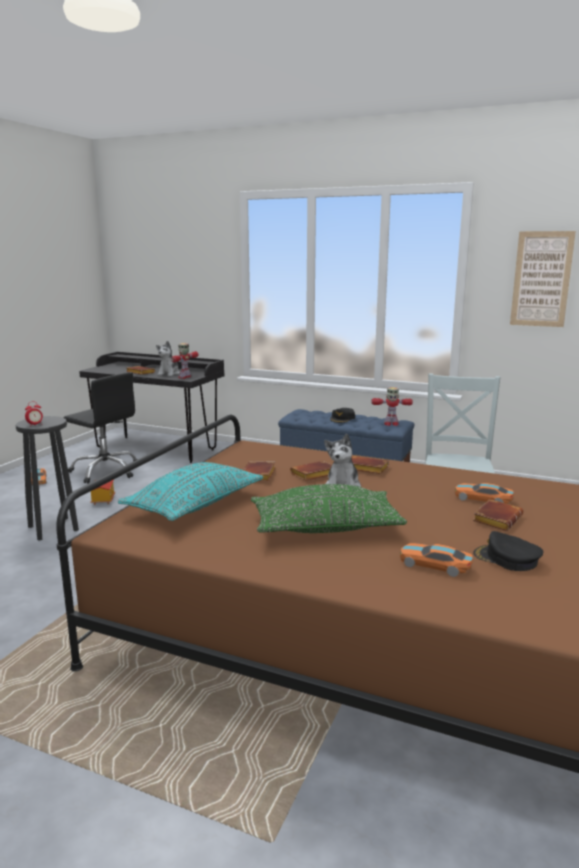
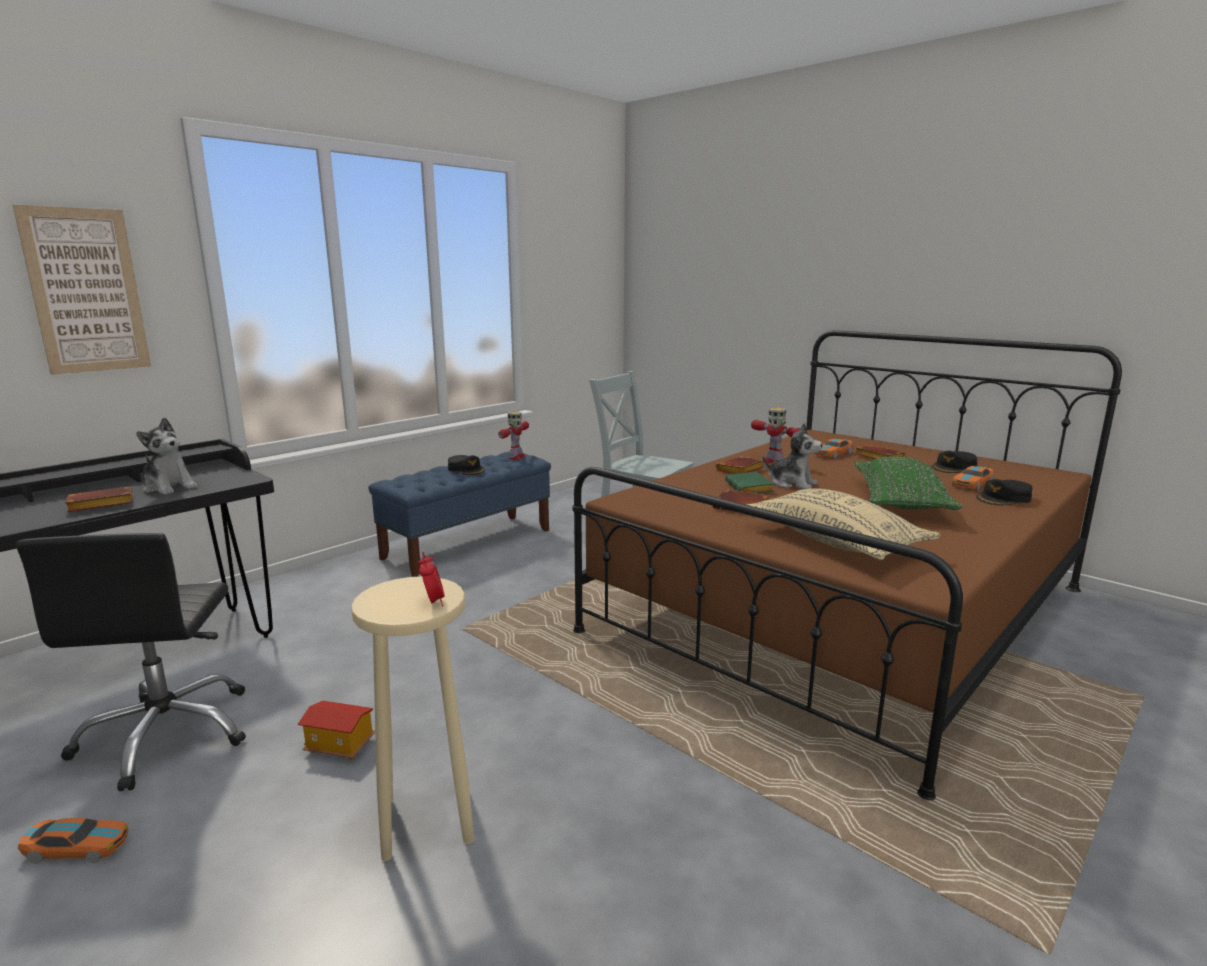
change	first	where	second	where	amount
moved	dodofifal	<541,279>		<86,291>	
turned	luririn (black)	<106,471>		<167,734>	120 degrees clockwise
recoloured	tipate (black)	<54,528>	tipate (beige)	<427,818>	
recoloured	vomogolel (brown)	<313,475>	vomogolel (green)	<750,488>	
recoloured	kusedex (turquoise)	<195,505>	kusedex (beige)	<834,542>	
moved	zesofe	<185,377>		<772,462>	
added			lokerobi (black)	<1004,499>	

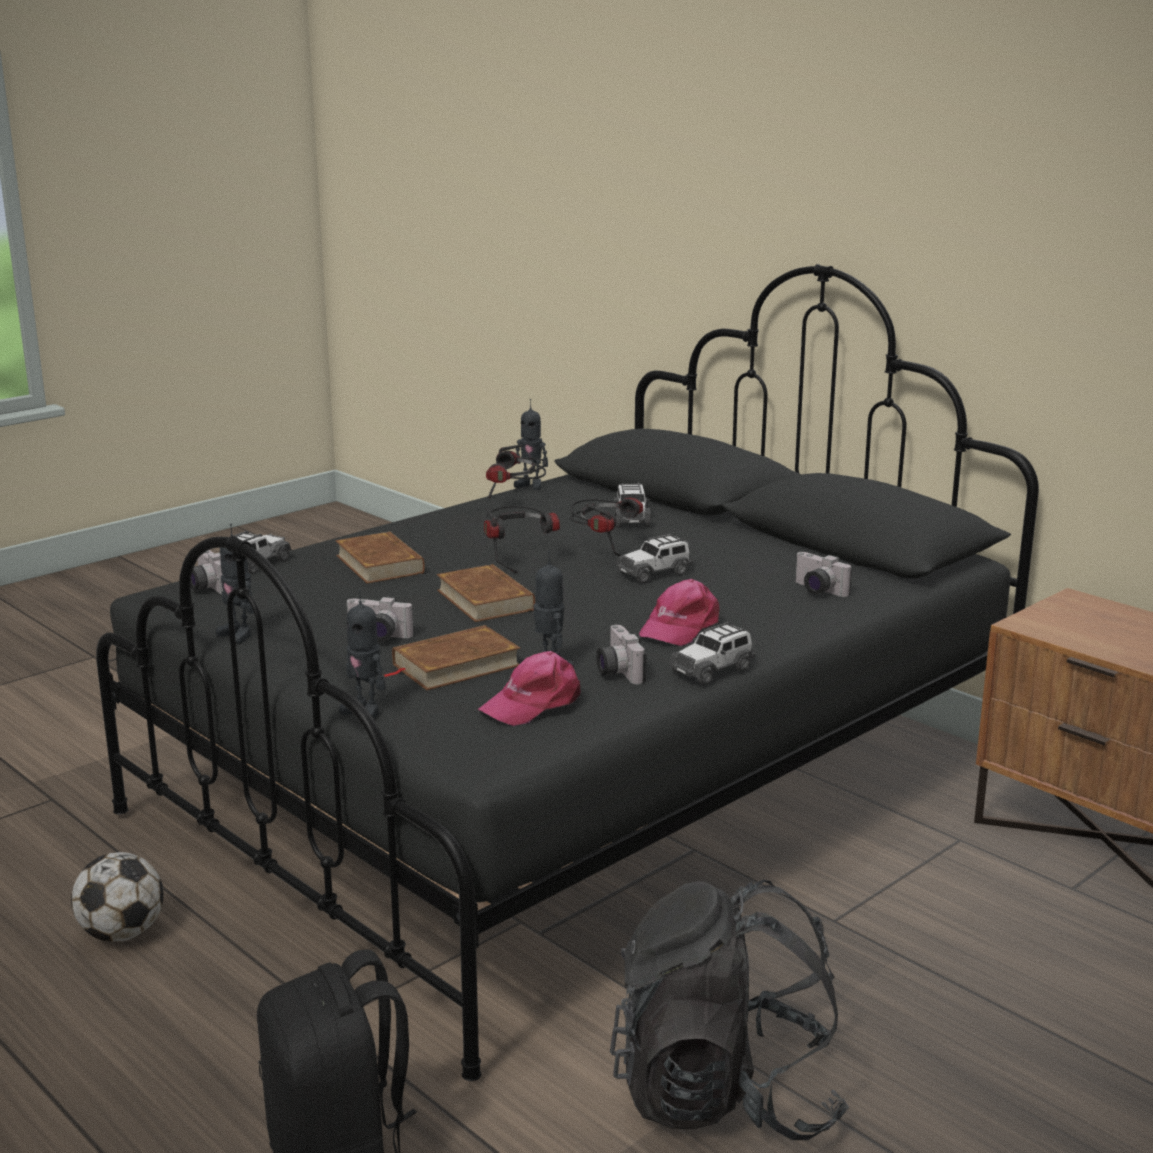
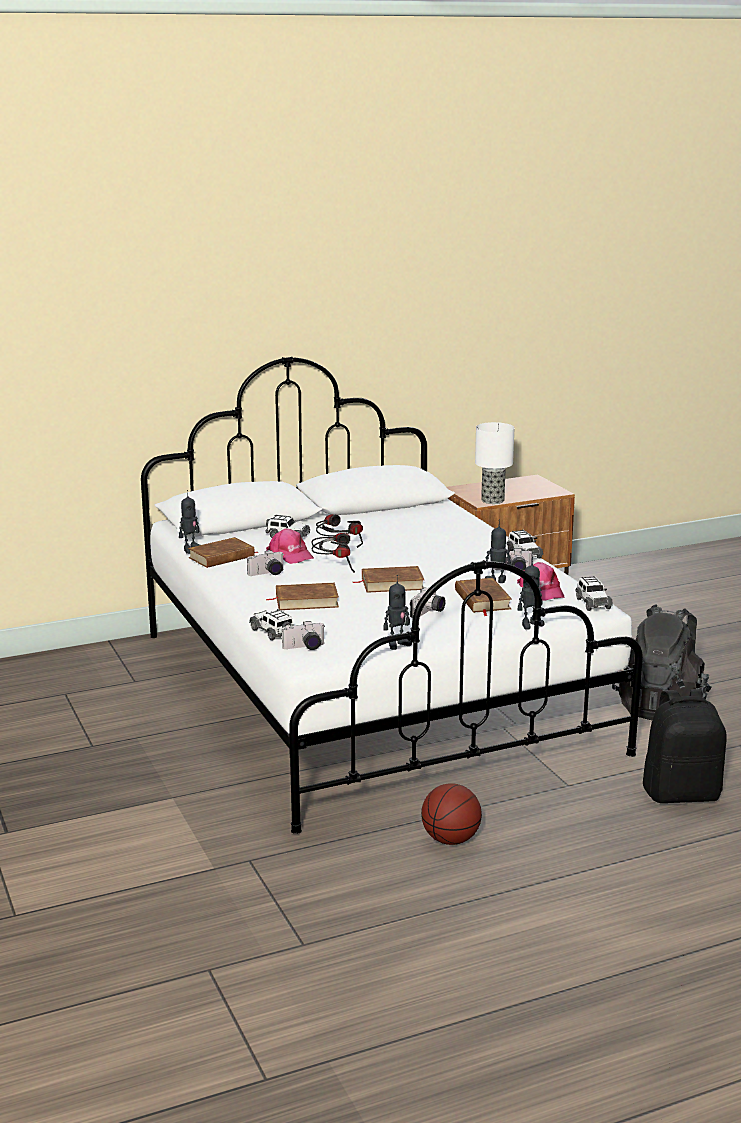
change	first	where	second	where	amount
recoloured	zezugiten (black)	<577,789>	zezugiten (white)	<371,691>	
replaced	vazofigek	<515,502>	vomogolel (brown)	<222,557>	
moved	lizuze	<816,590>		<267,574>	
moved	lokerobi (pink)	<680,627>		<290,555>	
replaced	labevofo	<122,934>	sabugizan	<450,840>	
added			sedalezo	<493,500>	
moved	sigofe	<654,573>		<592,603>	

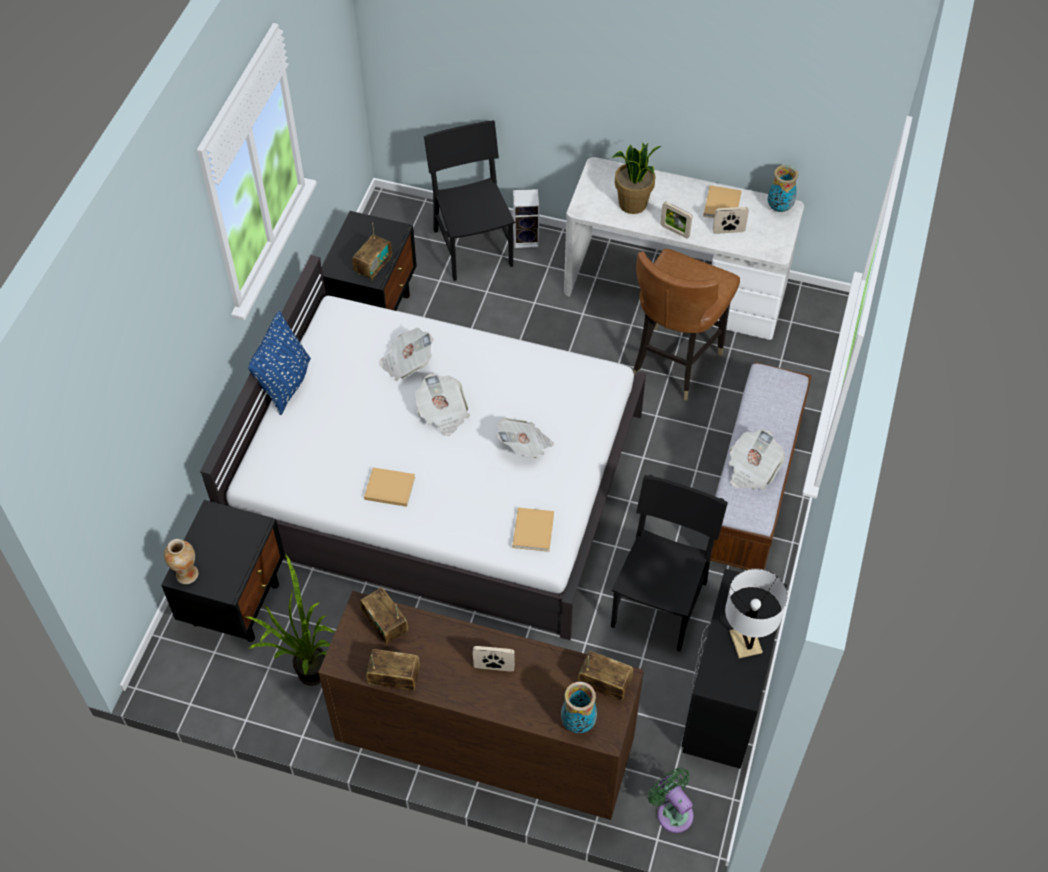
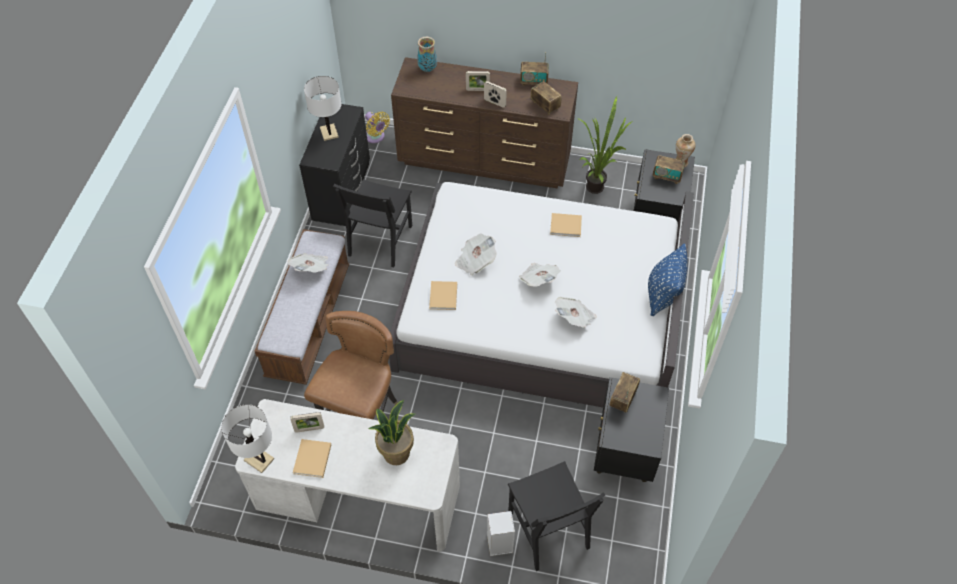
change	first	where	second	where	amount
replaced	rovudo	<779,208>	sedalezo (white)	<259,459>	
recoloured	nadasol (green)	<672,811>	nadasol (yellow)	<376,137>	
moved	vomogolel (beige)	<533,529>		<443,297>	
moved	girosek	<674,231>		<495,103>	
moved	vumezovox	<604,684>		<667,176>	

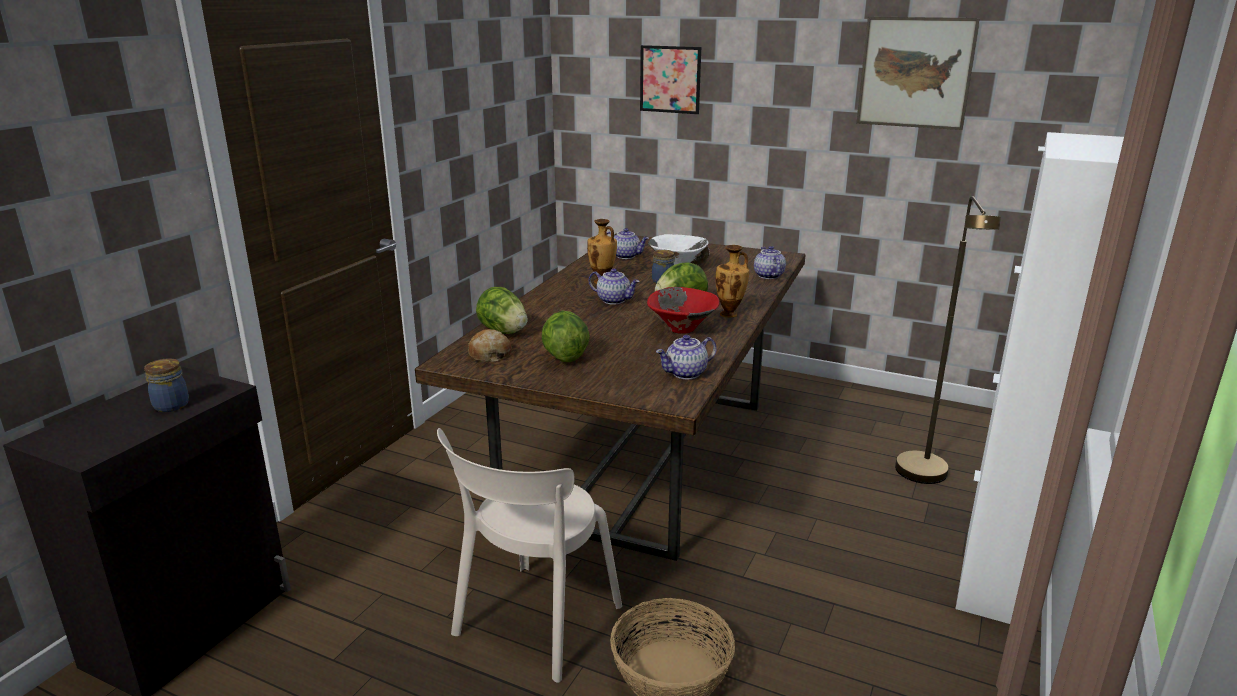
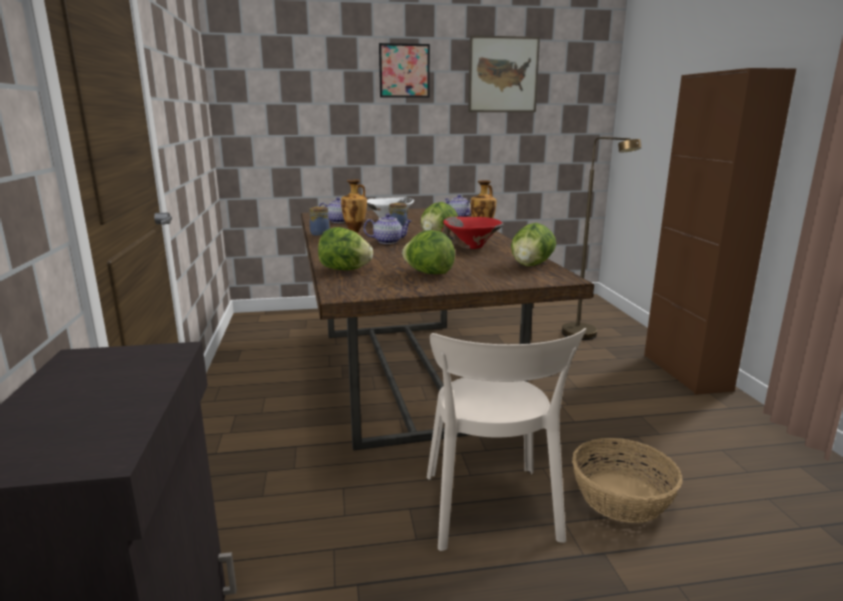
change	first	where	second	where	amount
moved	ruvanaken	<172,404>		<319,234>	
moved	dodofifal	<670,79>		<404,71>	
replaced	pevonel	<686,374>	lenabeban	<531,265>	
recoloured	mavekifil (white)	<994,576>	mavekifil (brown)	<686,372>	
removed	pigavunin	<489,354>			

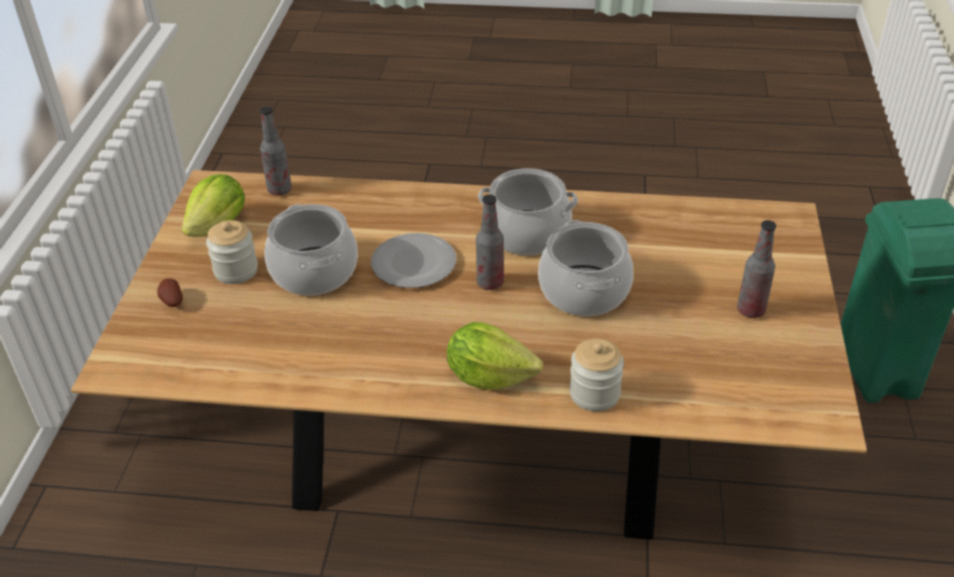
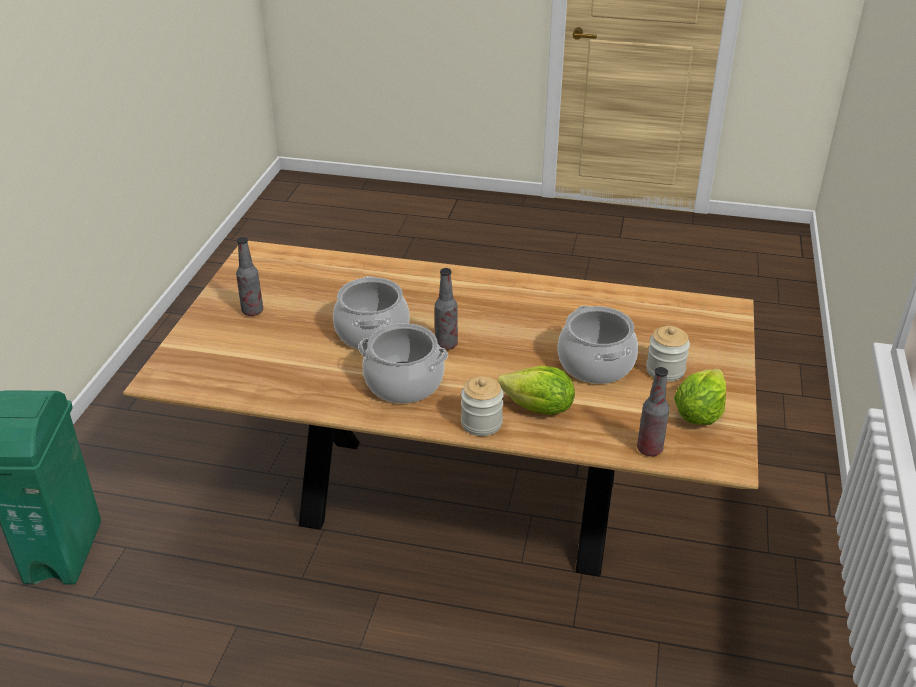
change	first	where	second	where	amount
moved	ruvanaken	<594,394>		<481,423>	
moved	lenabeban	<489,376>		<538,409>	
removed	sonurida	<172,301>			
removed	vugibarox	<412,264>			

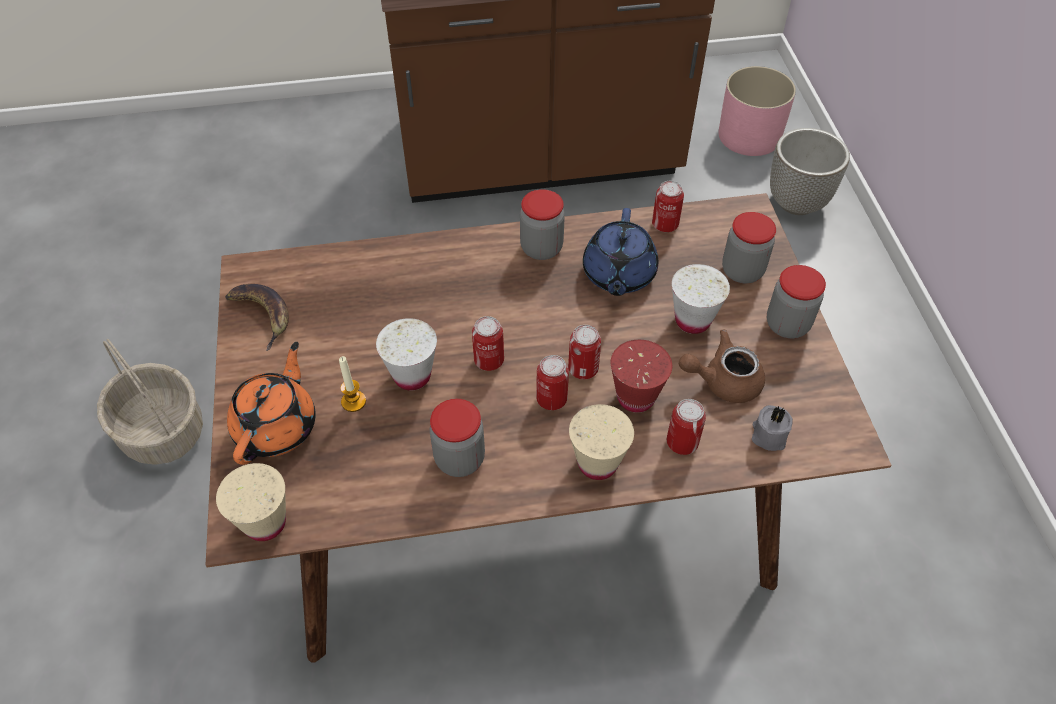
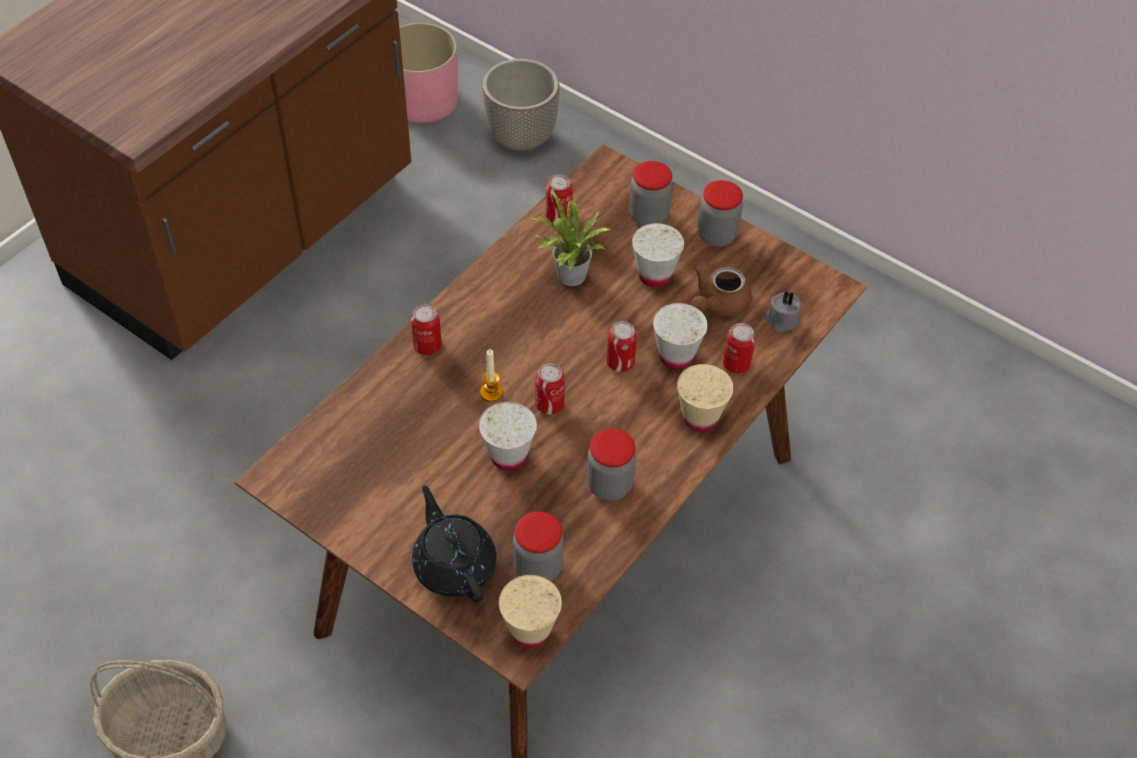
change	first	where	second	where	amount
moved	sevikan	<551,399>		<427,346>	
recoloured	pevonel (orange)	<277,426>	pevonel (black)	<454,565>	
moved	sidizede	<353,401>		<491,392>	
moved	ruvanaken	<541,248>		<538,568>	
replaced	pevonel (blue)	<618,274>	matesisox	<568,277>	
recoloured	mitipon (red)	<635,397>	mitipon (white)	<676,356>	
removed	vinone	<262,315>			

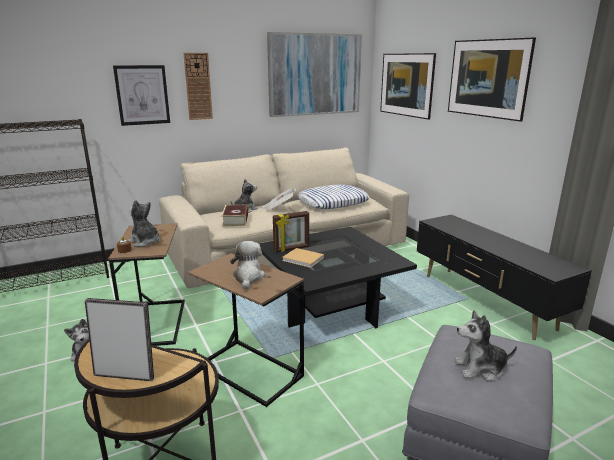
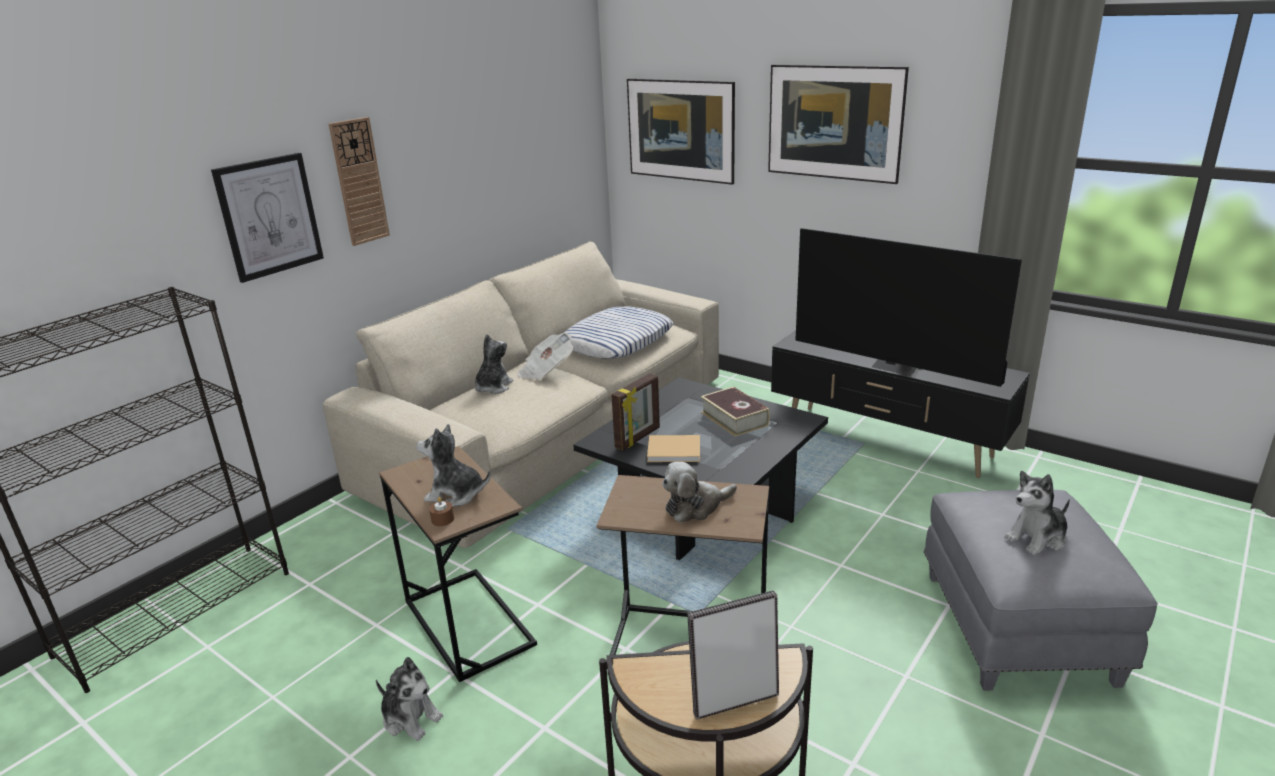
change	first	where	second	where	amount
turned	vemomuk	<248,277>		<696,507>	90 degrees counterclockwise
moved	vomogolel	<235,220>		<734,419>	
added			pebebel	<896,366>	
removed	dodofifal	<314,74>			

